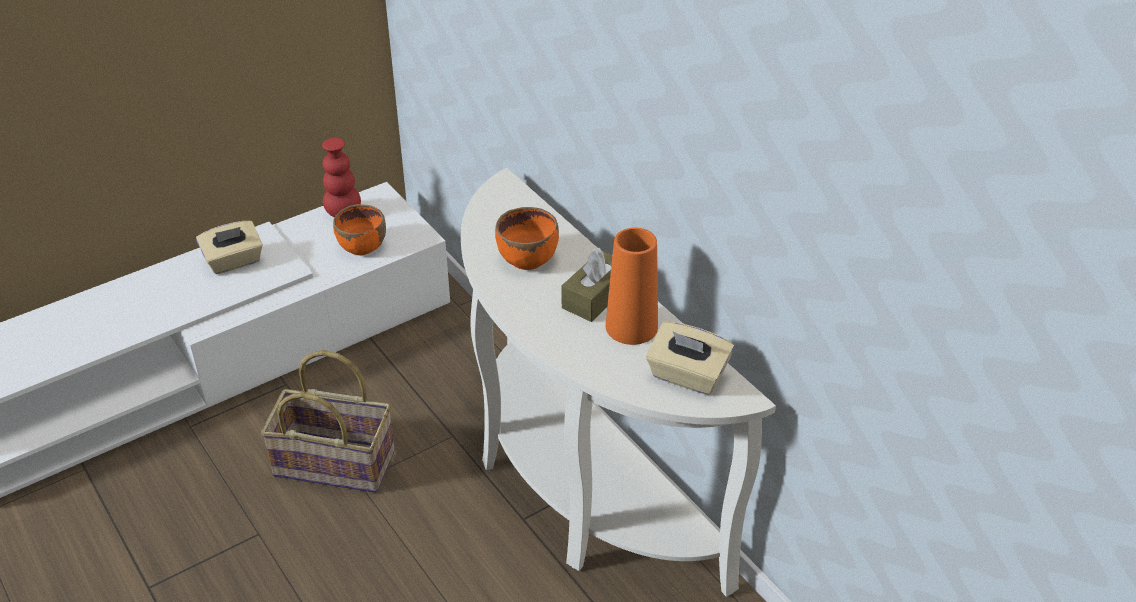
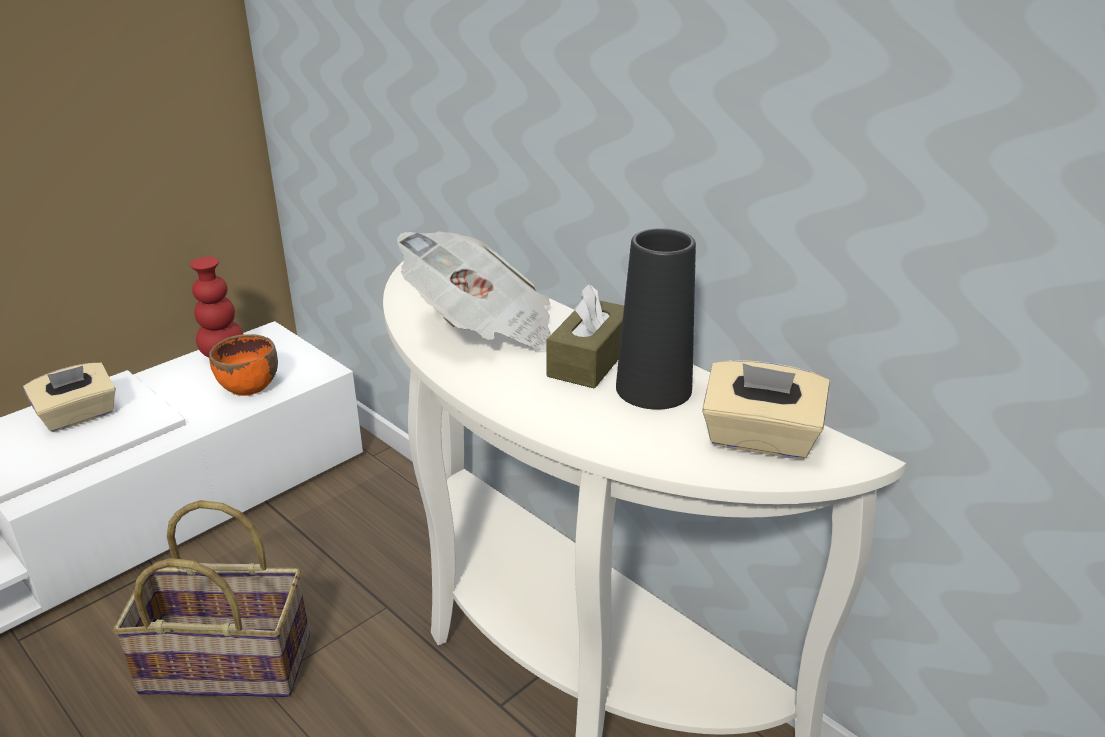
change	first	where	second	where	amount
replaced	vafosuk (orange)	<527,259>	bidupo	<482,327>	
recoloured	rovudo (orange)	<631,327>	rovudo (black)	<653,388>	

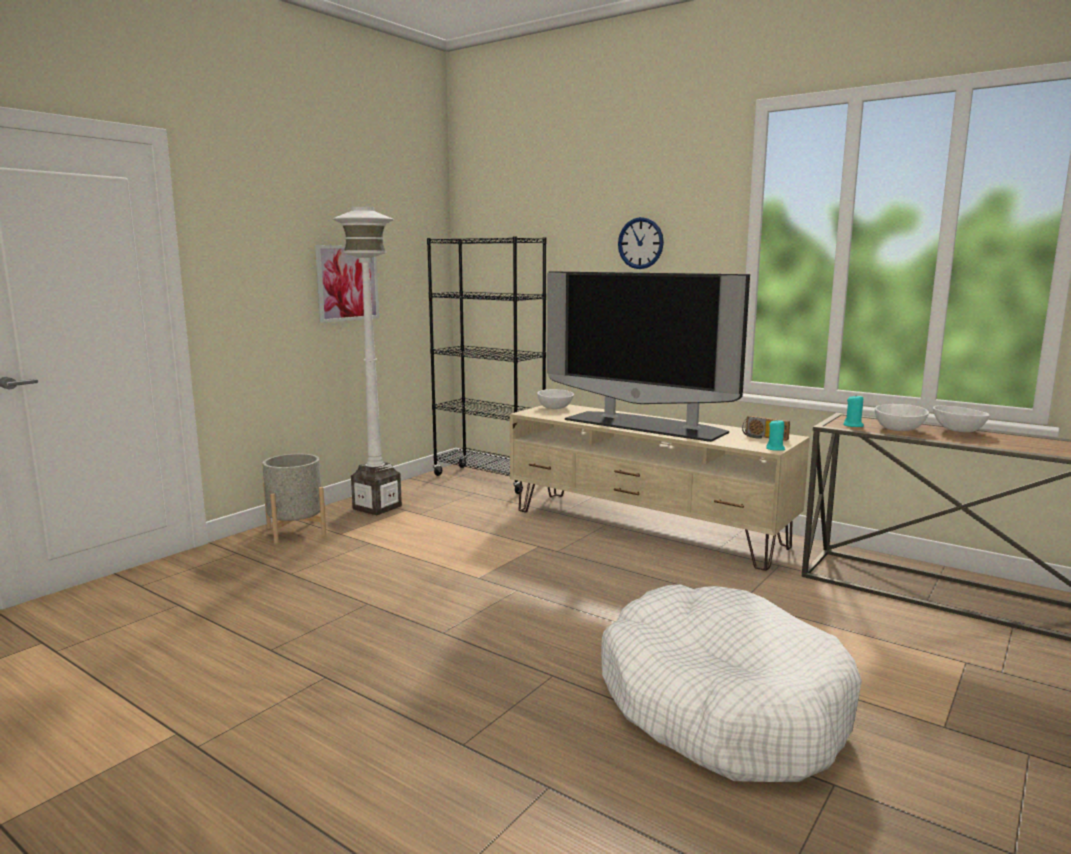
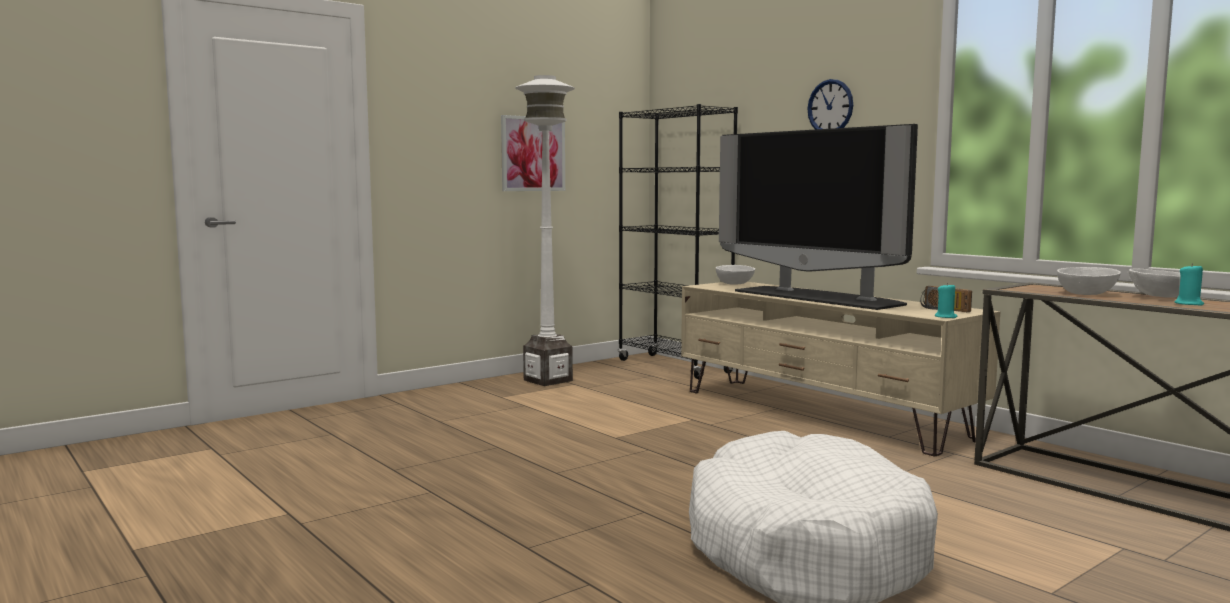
change	first	where	second	where	amount
moved	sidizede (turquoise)	<853,425>		<1189,304>	
removed	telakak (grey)	<296,531>			

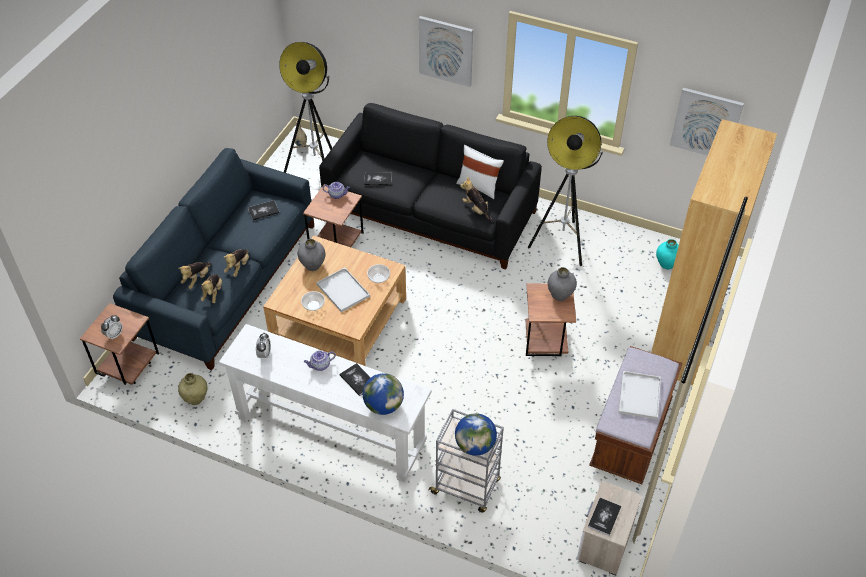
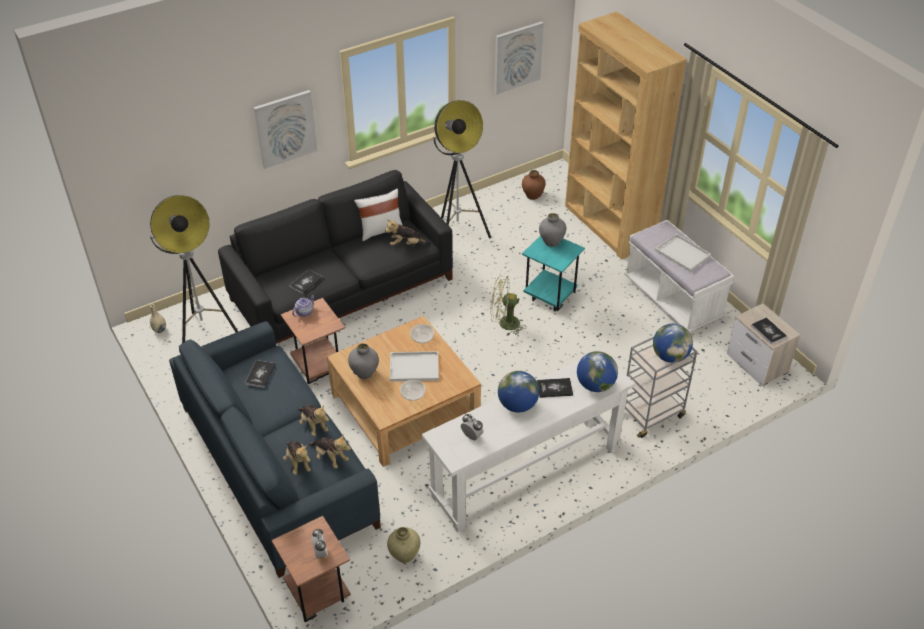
change	first	where	second	where	amount
added			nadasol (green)	<504,324>	
replaced	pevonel	<320,365>	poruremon	<517,405>	
recoloured	rovudo (turquoise)	<666,264>	rovudo (brown)	<532,196>	
recoloured	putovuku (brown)	<546,344>	putovuku (turquoise)	<550,297>	
recoloured	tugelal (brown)	<631,434>	tugelal (white)	<672,299>	

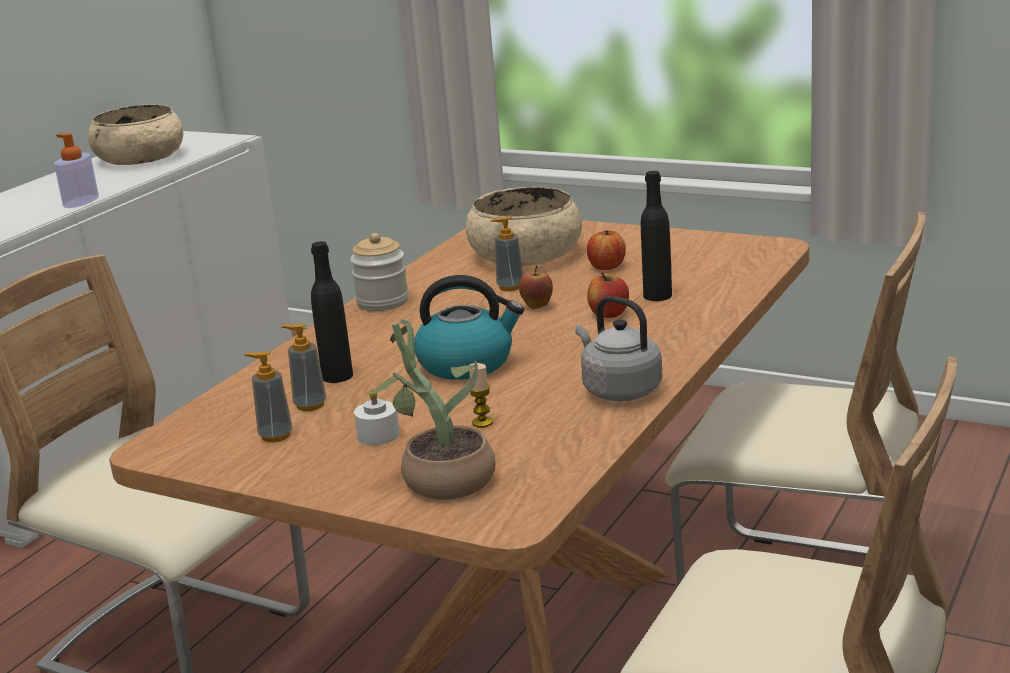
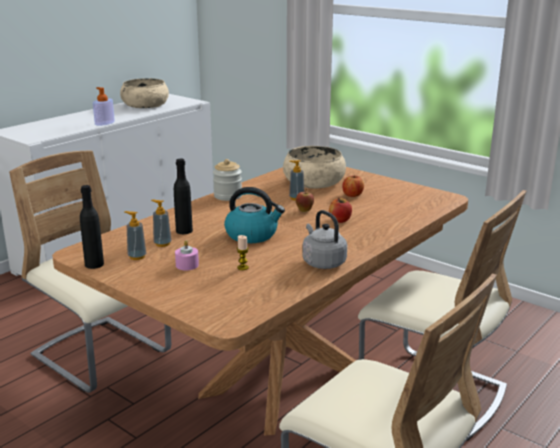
change	first	where	second	where	amount
moved	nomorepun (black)	<657,295>		<94,264>	
recoloured	sidizede (white)	<378,435>	sidizede (pink)	<187,265>	
removed	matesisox	<439,478>			

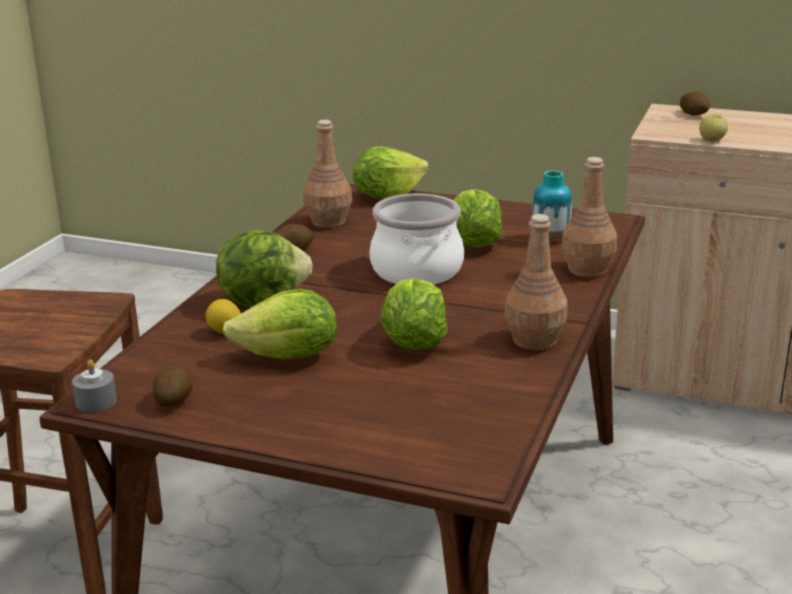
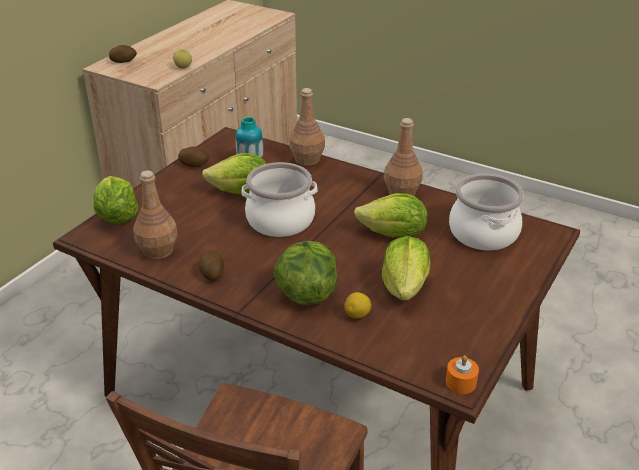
change	first	where	second	where	amount
moved	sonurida	<174,400>		<194,164>	
recoloured	sidizede (grey)	<96,402>	sidizede (orange)	<461,382>	
added			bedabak	<484,233>	

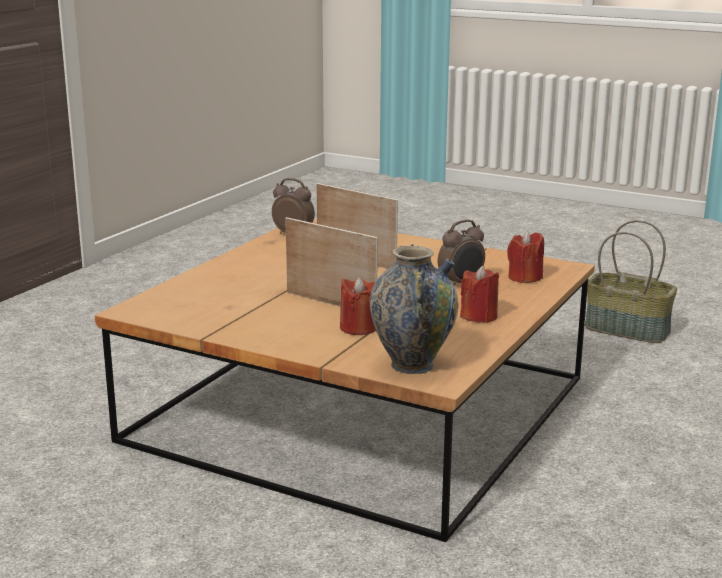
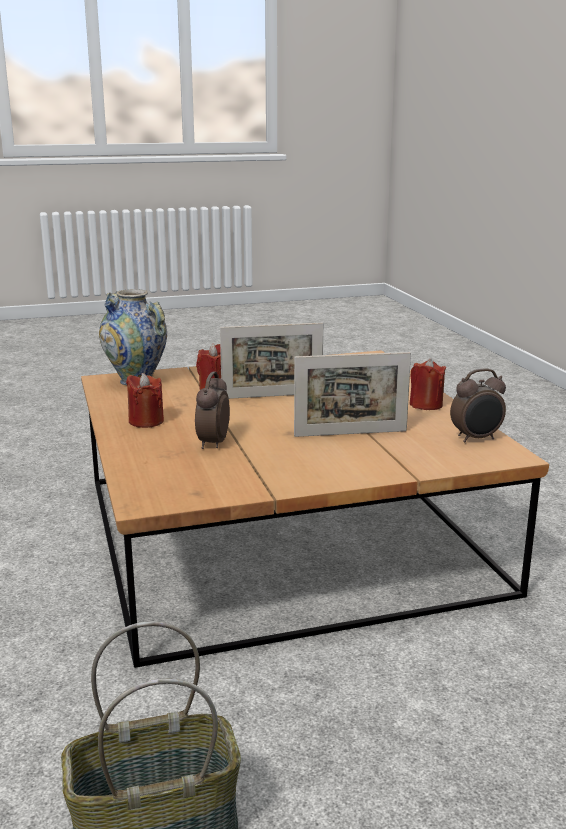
change	first	where	second	where	amount
moved	sidizede (red)	<524,278>		<426,405>	

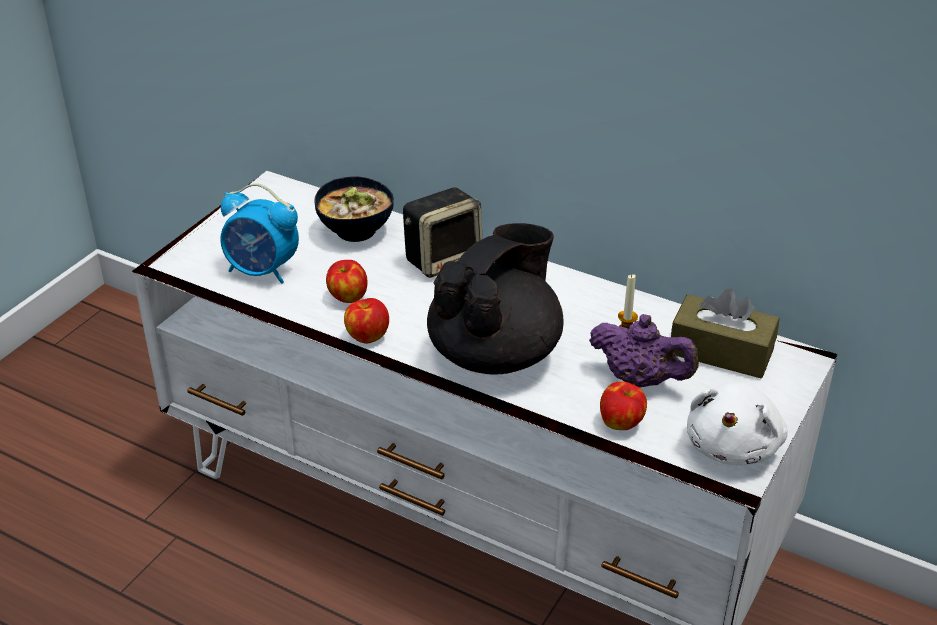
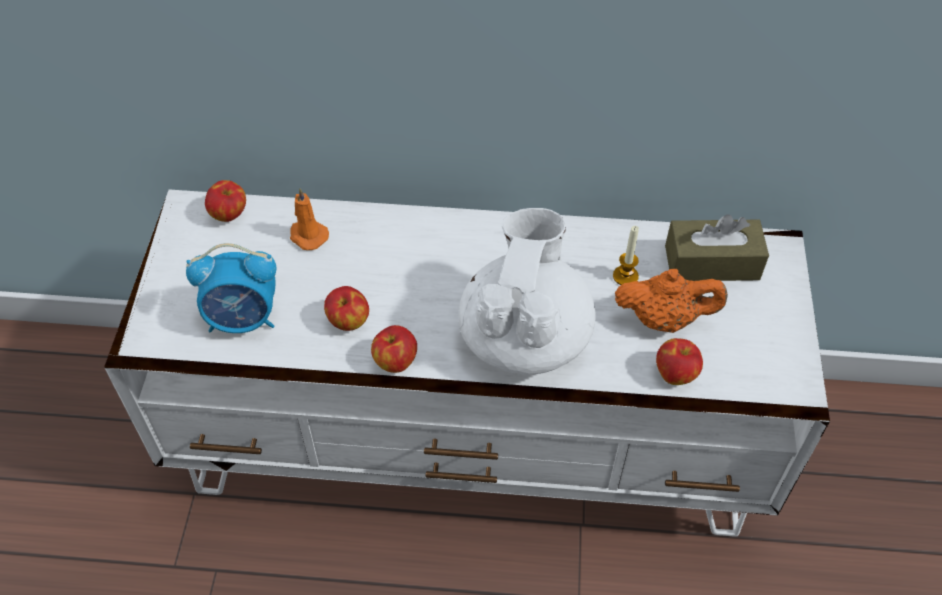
change	first	where	second	where	amount
added			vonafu	<229,214>	
replaced	vafosuk	<357,230>	sidizede (orange)	<307,235>	
recoloured	pevonel (black)	<496,353>	pevonel (white)	<524,336>	
recoloured	pevonel (purple)	<640,380>	pevonel (orange)	<664,319>	
removed	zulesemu	<443,259>			
removed	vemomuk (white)	<734,445>			

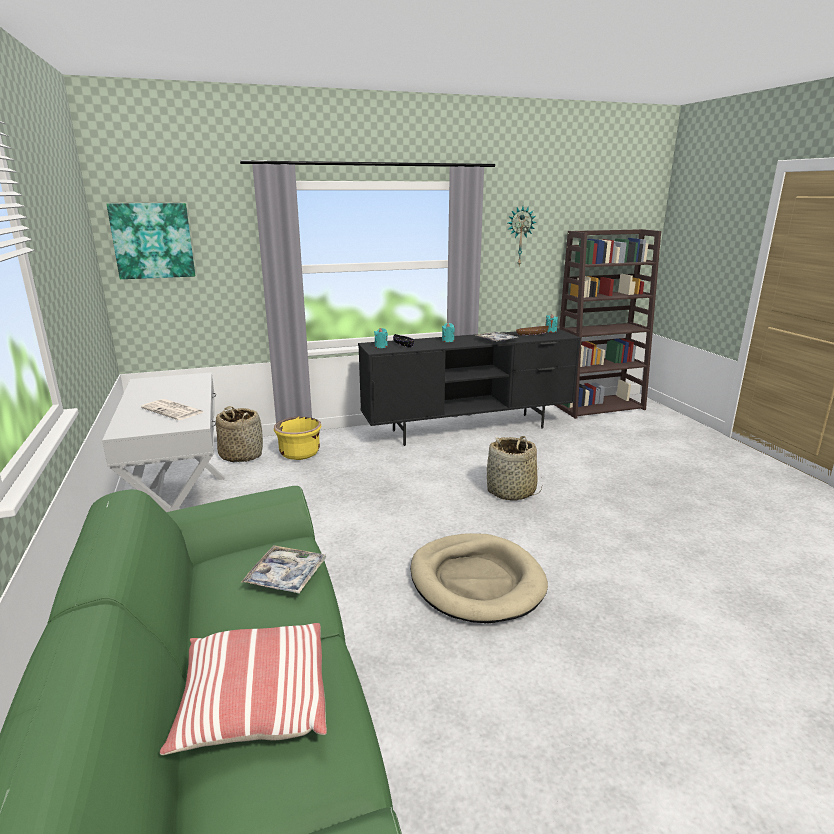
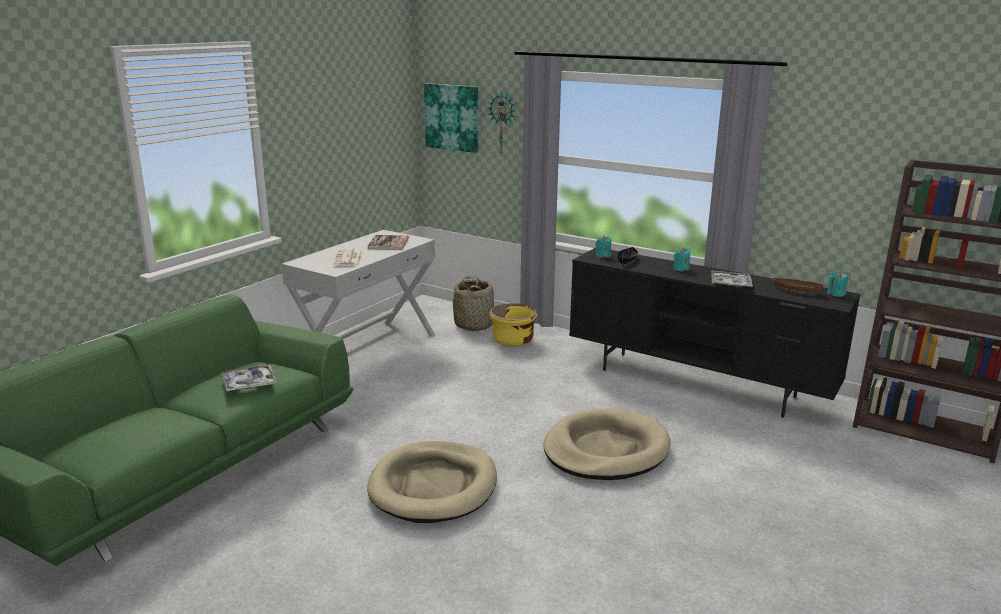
change	first	where	second	where	amount
added			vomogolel	<388,243>	
moved	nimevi	<519,236>		<502,123>	
replaced	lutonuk	<511,491>	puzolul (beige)	<605,450>	
removed	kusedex	<253,704>			

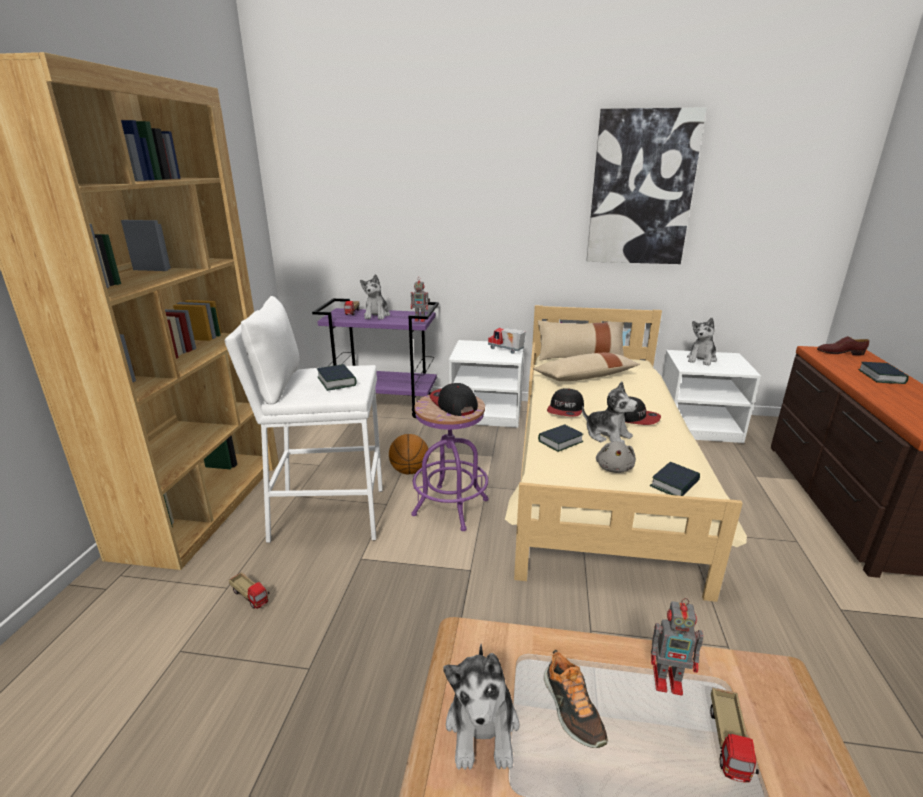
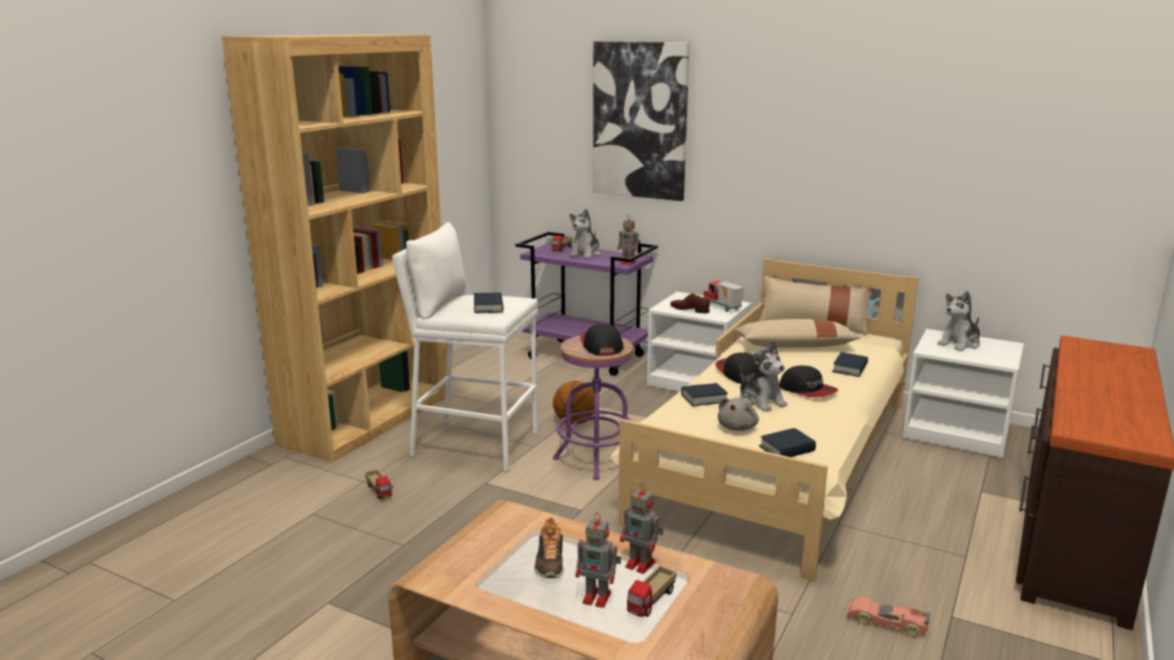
change	first	where	second	where	amount
added			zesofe	<598,598>	
moved	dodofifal	<641,189>		<640,120>	
moved	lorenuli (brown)	<840,353>		<689,309>	
turned	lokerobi	<565,410>		<738,373>	120 degrees clockwise
moved	vomogolel	<881,377>		<850,369>	
added			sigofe	<887,622>	
removed	vemomuk	<483,727>			

